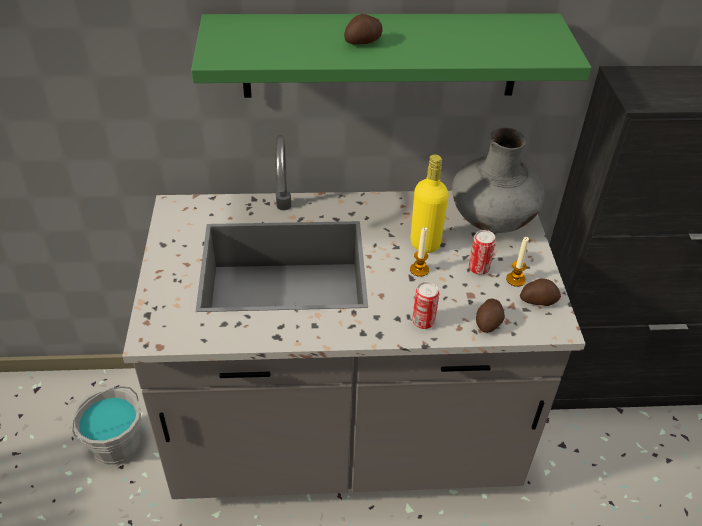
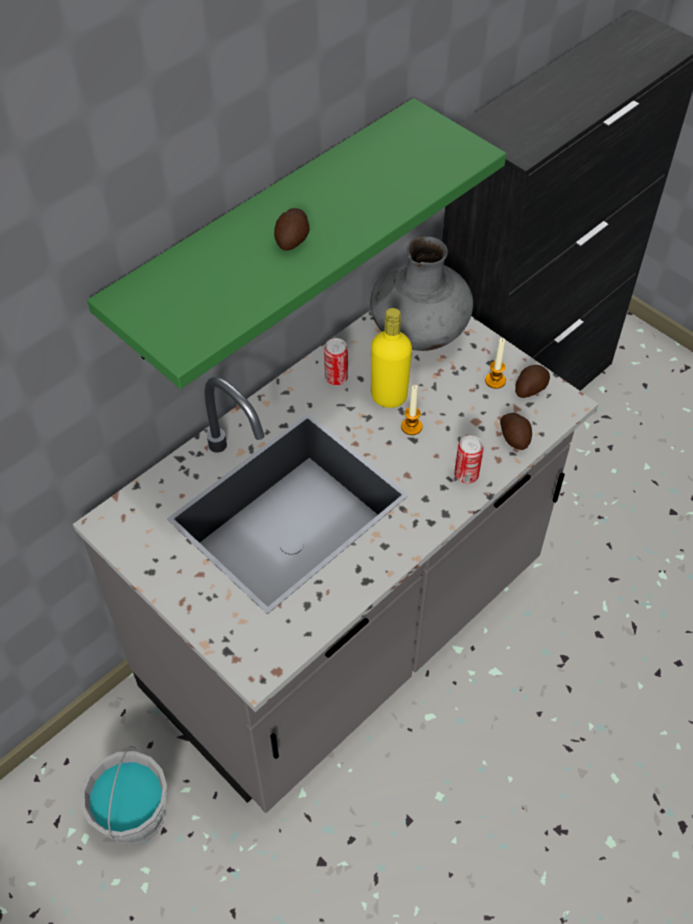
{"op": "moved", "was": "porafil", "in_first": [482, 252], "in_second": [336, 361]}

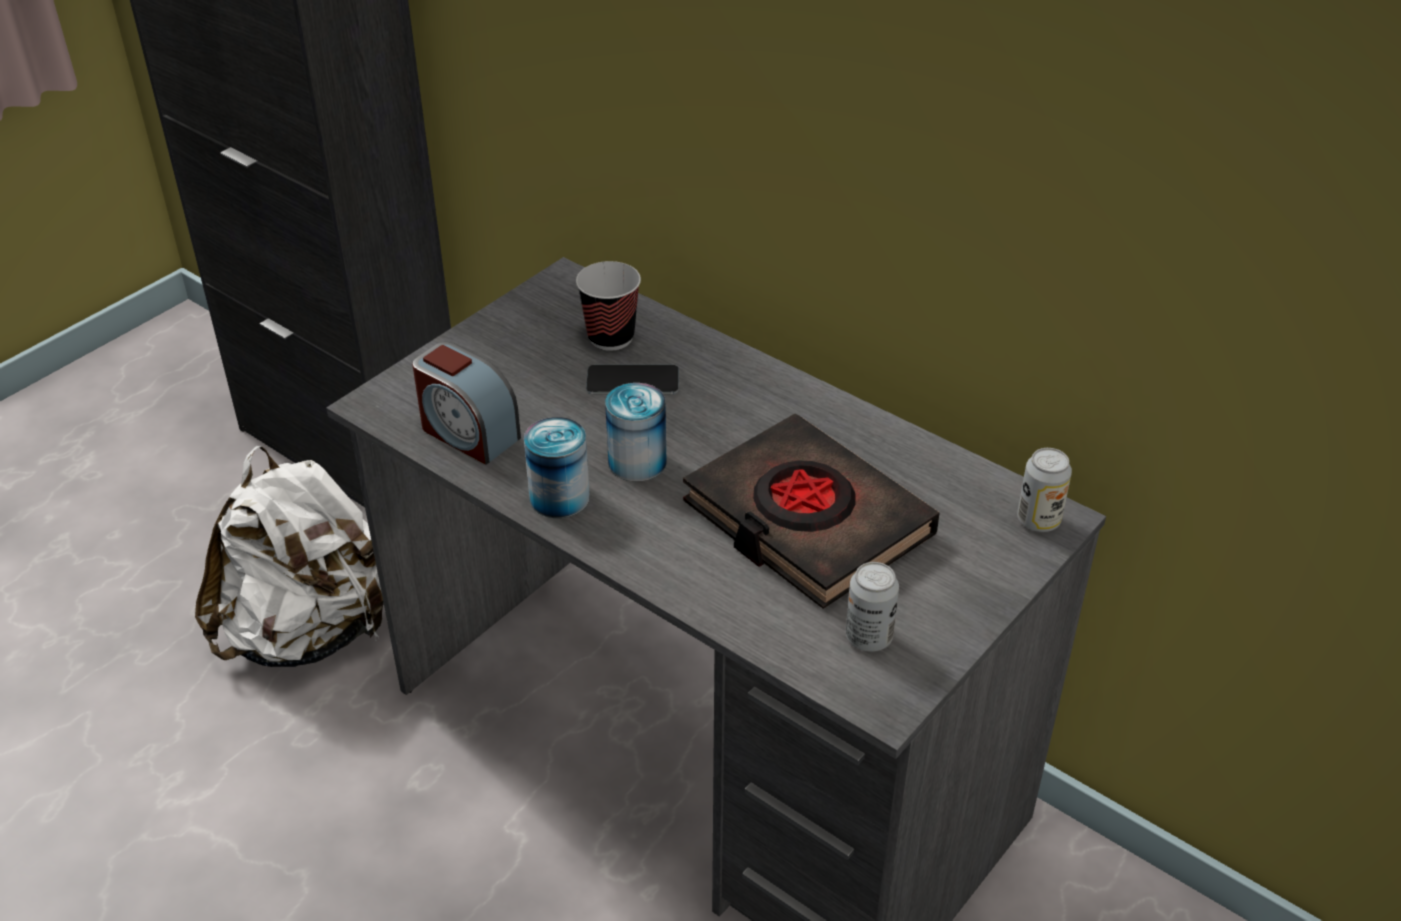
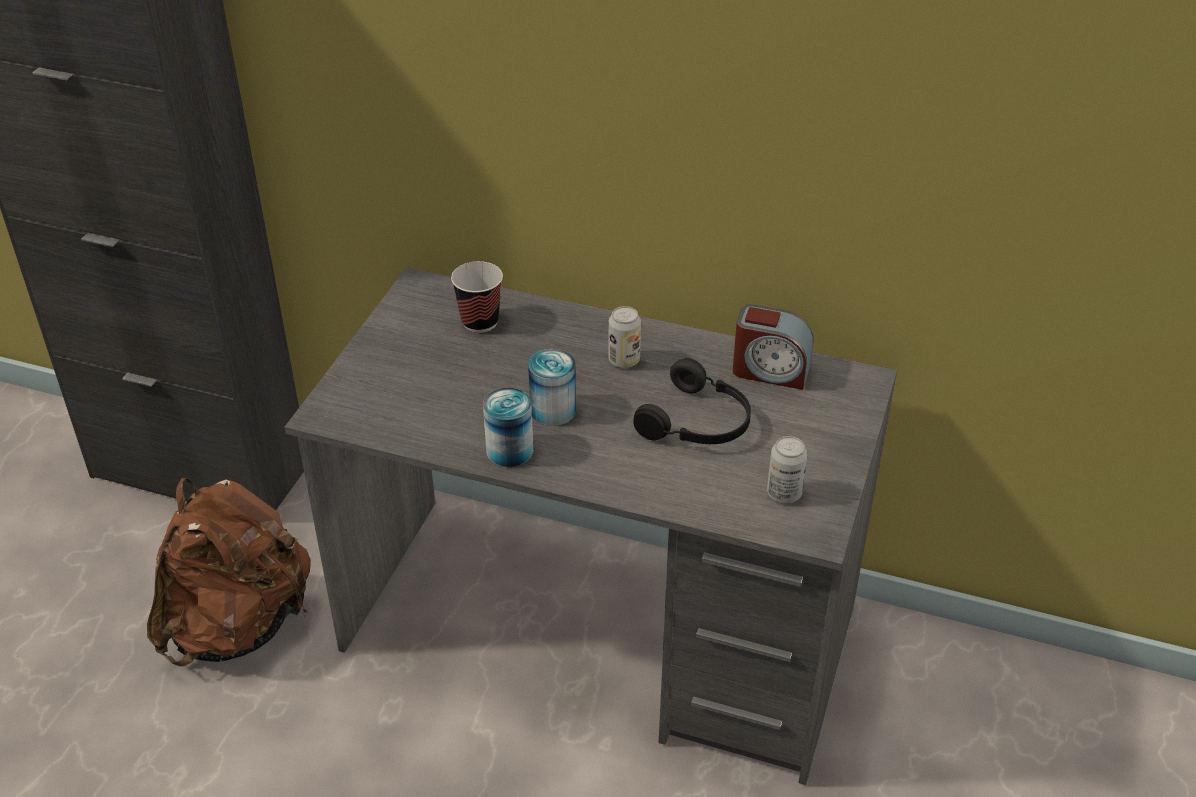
{"op": "removed", "was": "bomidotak", "in_first": [632, 379]}
{"op": "moved", "was": "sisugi", "in_first": [466, 403], "in_second": [773, 347]}
{"op": "moved", "was": "porafil", "in_first": [1044, 490], "in_second": [624, 337]}
{"op": "replaced", "was": "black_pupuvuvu", "now": "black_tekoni", "in_first": [811, 511], "in_second": [692, 401]}
{"op": "recoloured", "was": "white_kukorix", "now": "brown_kukorix", "in_first": [289, 556], "in_second": [229, 572]}

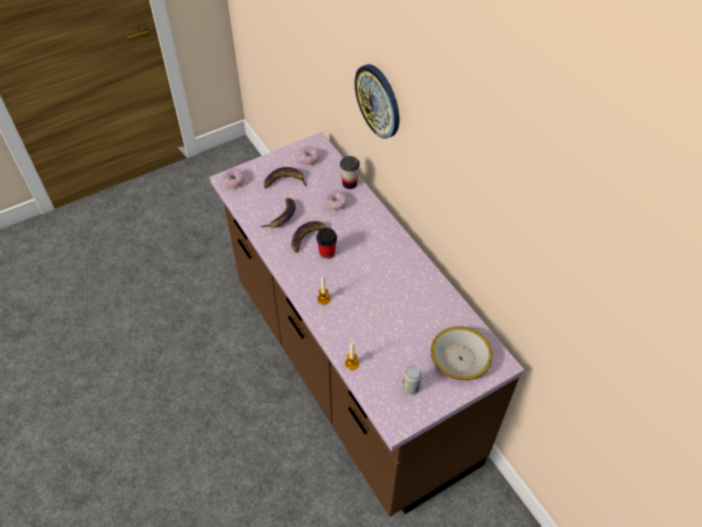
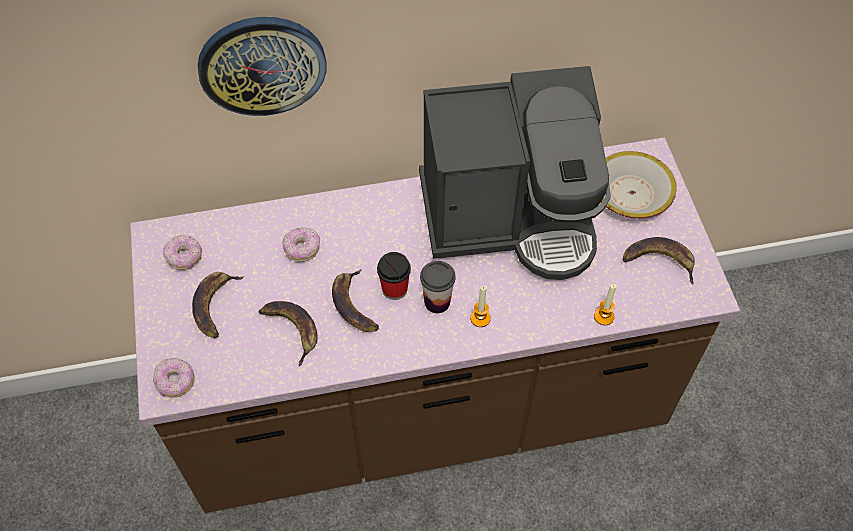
{"op": "added", "now": "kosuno", "in_second": [515, 173]}
{"op": "moved", "was": "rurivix", "in_first": [350, 172], "in_second": [438, 287]}
{"op": "replaced", "was": "porafil", "now": "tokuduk", "in_first": [412, 380], "in_second": [658, 261]}

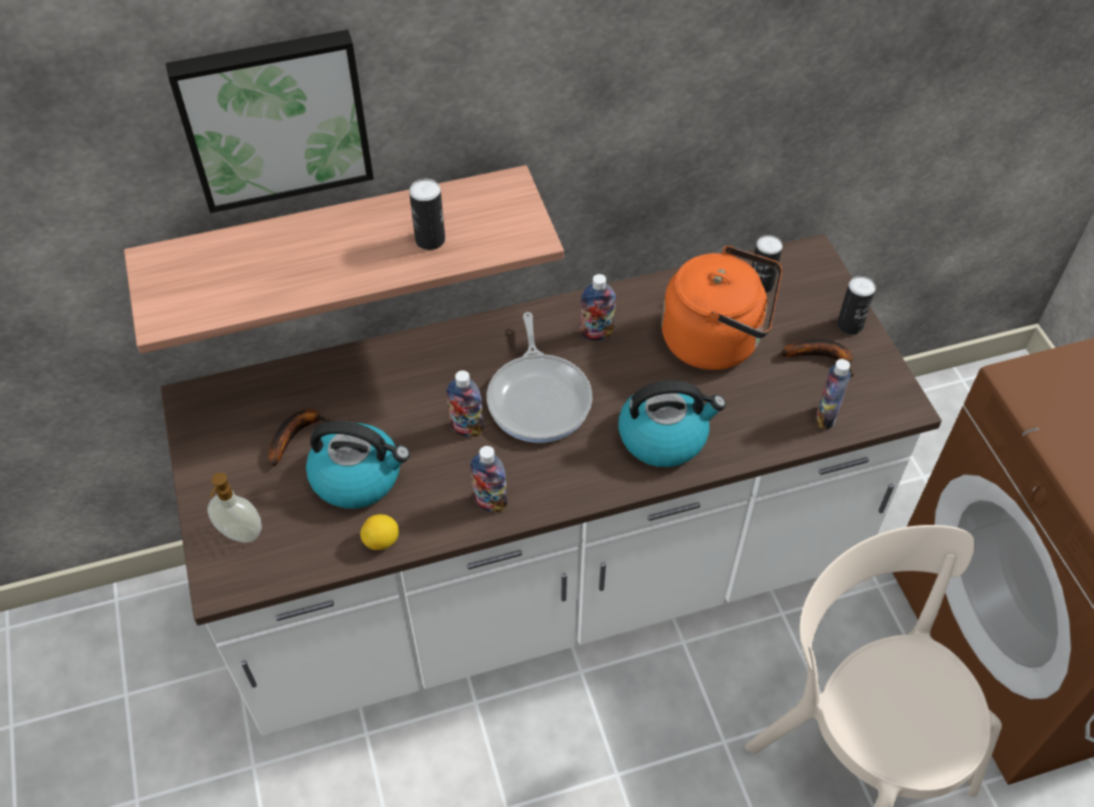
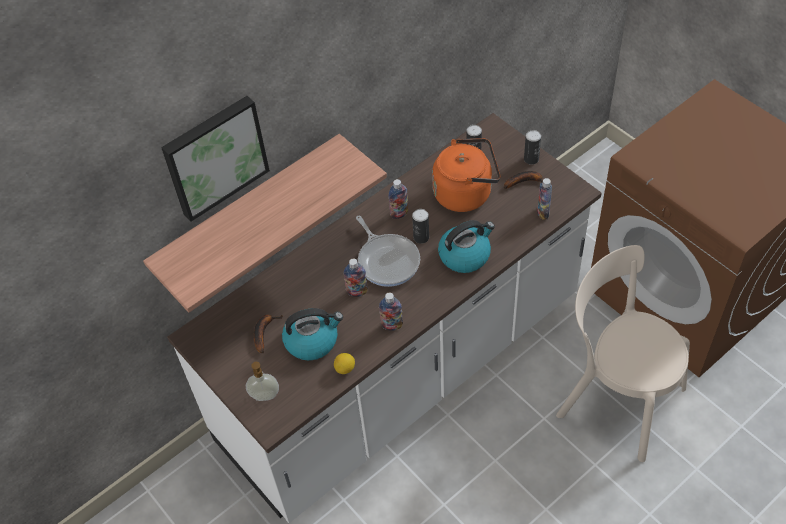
{"op": "moved", "was": "porafil", "in_first": [427, 214], "in_second": [420, 226]}

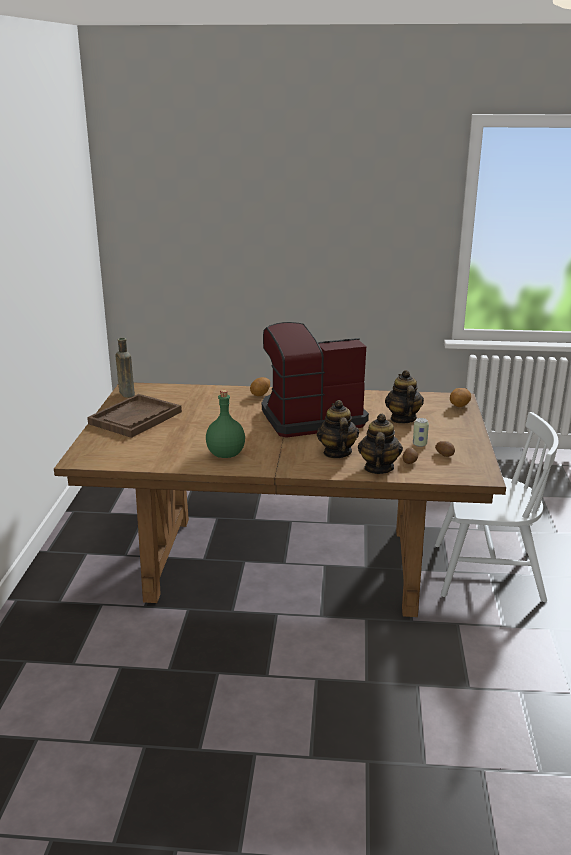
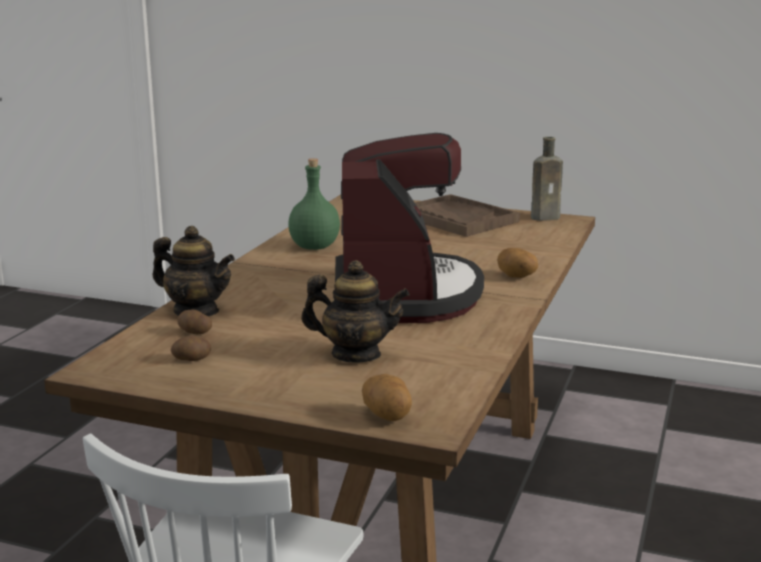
{"op": "removed", "was": "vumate", "in_first": [338, 429]}
{"op": "removed", "was": "porafil", "in_first": [421, 432]}

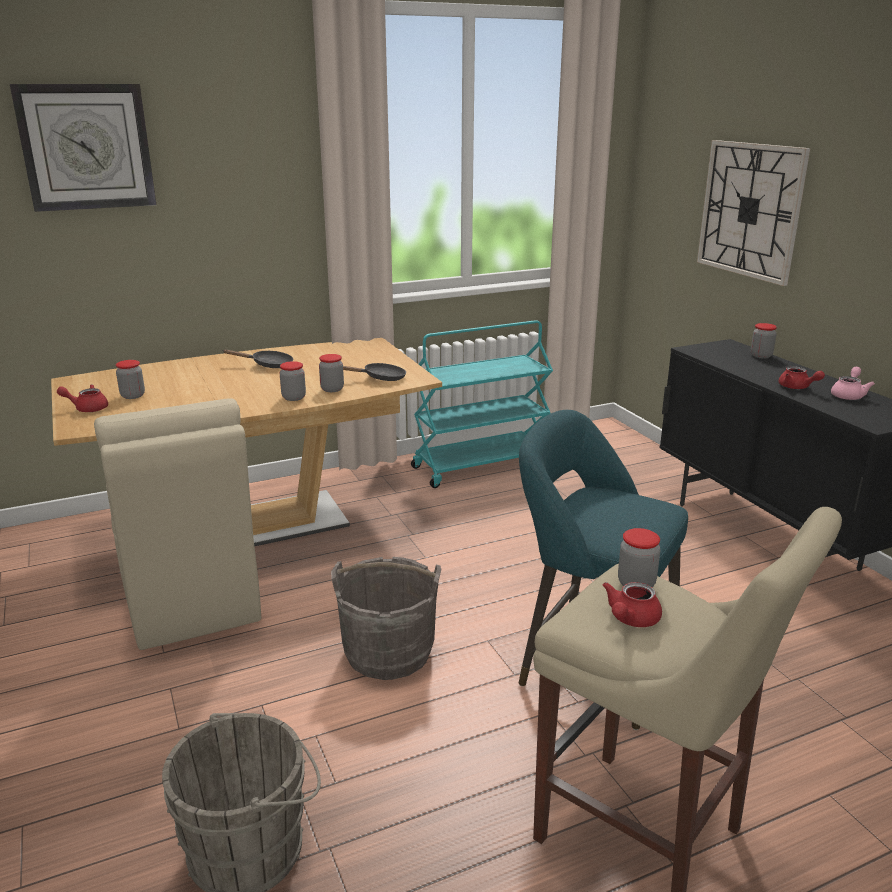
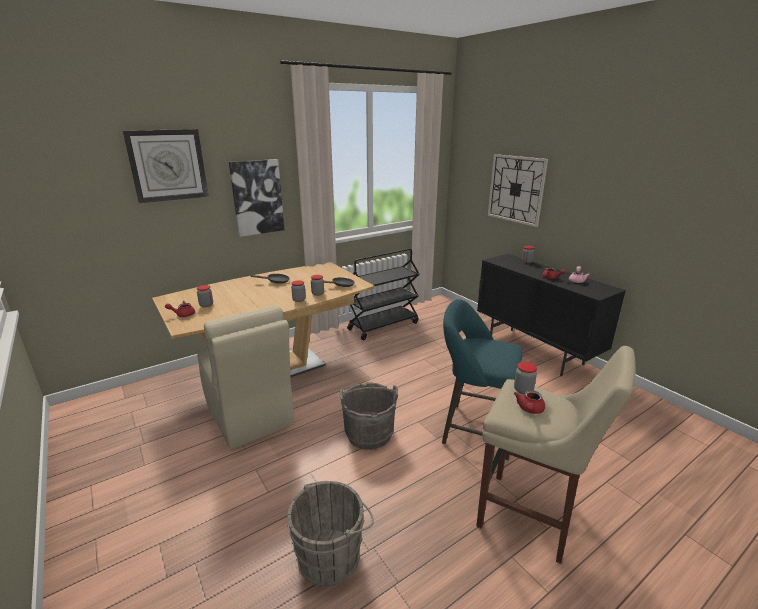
{"op": "added", "now": "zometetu", "in_second": [256, 198]}
{"op": "recoloured", "was": "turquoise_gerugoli", "now": "black_gerugoli", "in_first": [482, 404], "in_second": [383, 294]}

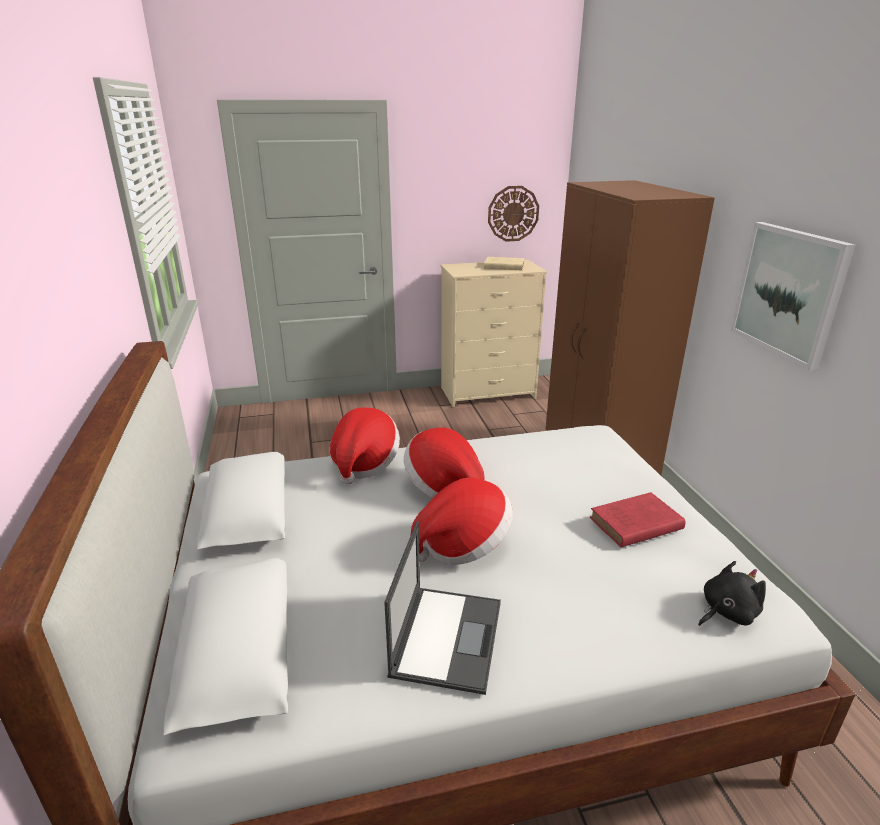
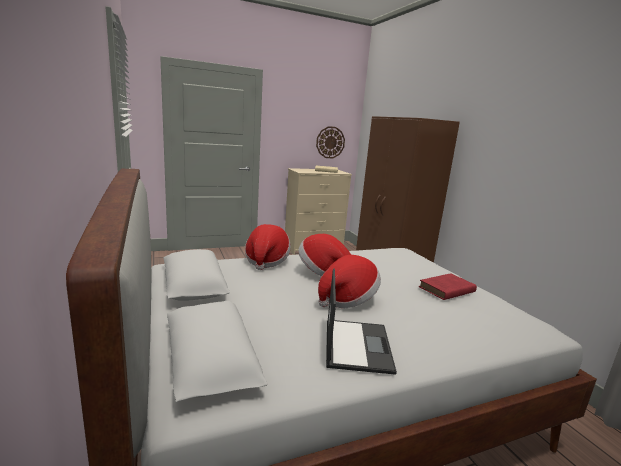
{"op": "removed", "was": "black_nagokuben", "in_first": [732, 593]}
{"op": "removed", "was": "zometetu", "in_first": [792, 296]}

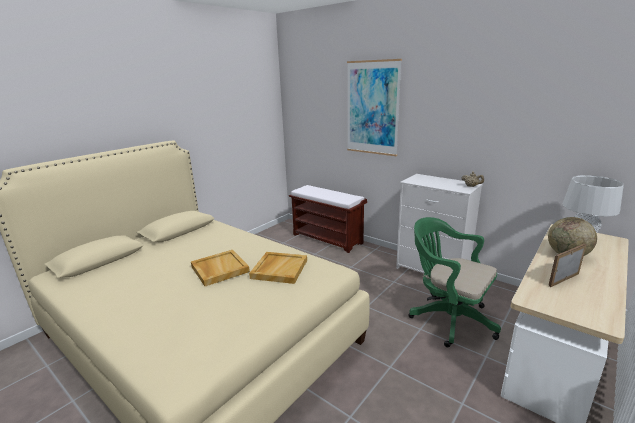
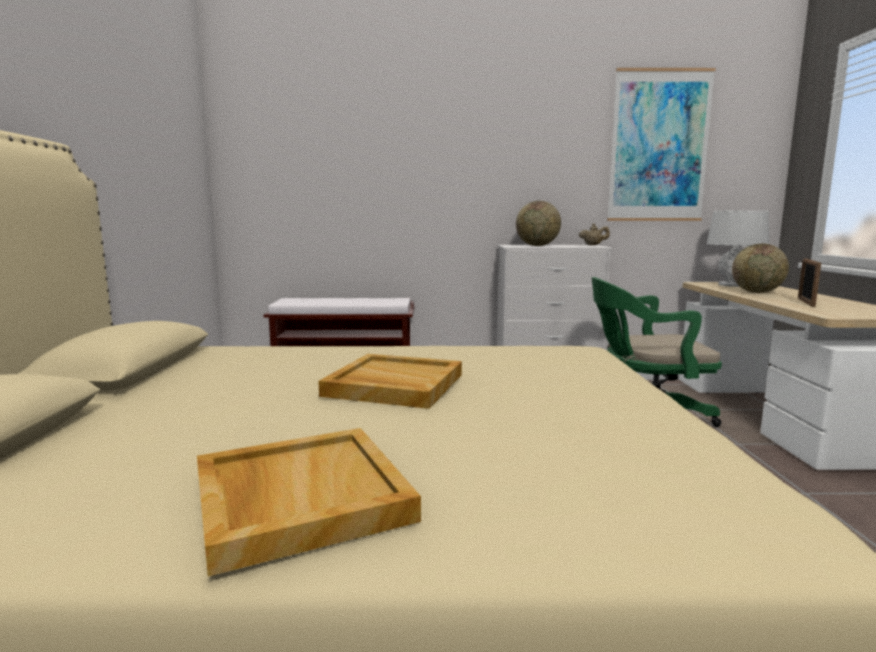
{"op": "added", "now": "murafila", "in_second": [538, 223]}
{"op": "moved", "was": "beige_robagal", "in_first": [278, 268], "in_second": [309, 502]}
{"op": "moved", "was": "zometetu", "in_first": [374, 107], "in_second": [661, 144]}

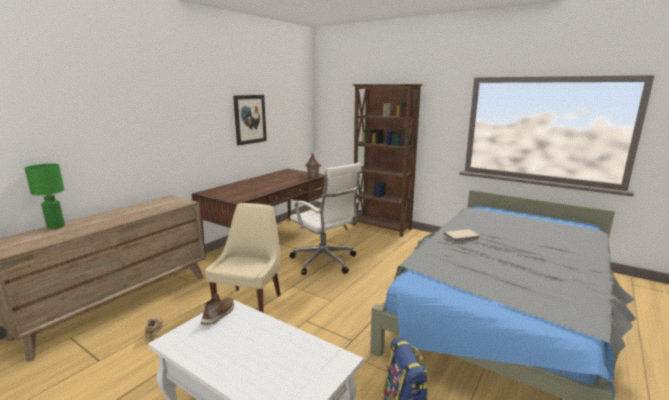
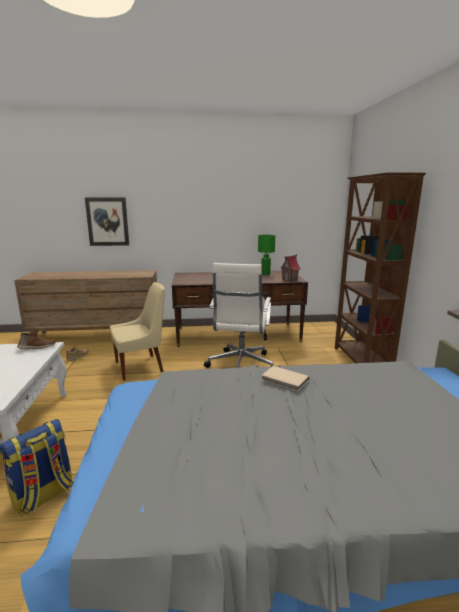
{"op": "moved", "was": "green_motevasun", "in_first": [44, 196], "in_second": [266, 255]}
{"op": "moved", "was": "zometetu", "in_first": [250, 120], "in_second": [107, 222]}

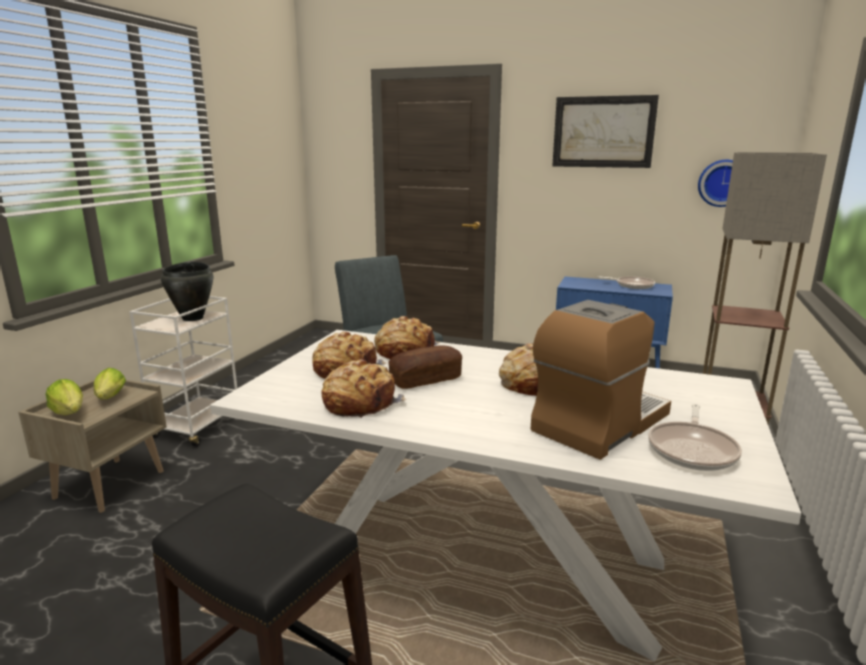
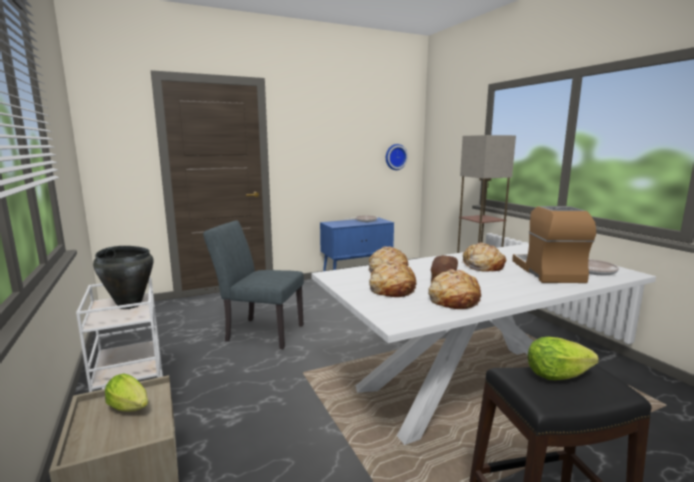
{"op": "removed", "was": "zometetu", "in_first": [605, 131]}
{"op": "moved", "was": "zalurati", "in_first": [64, 397], "in_second": [563, 358]}

